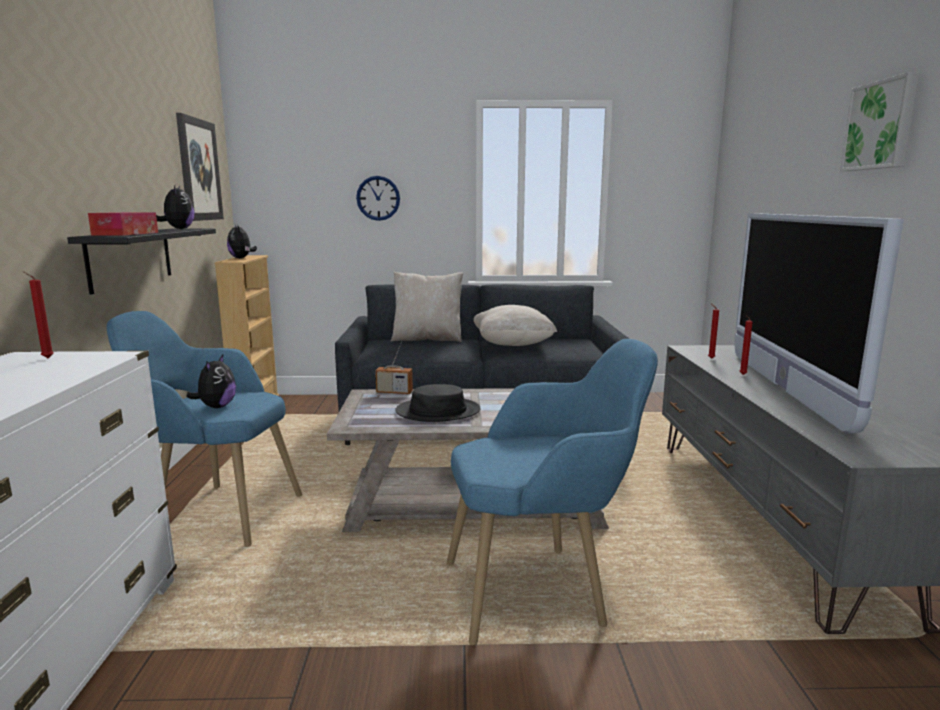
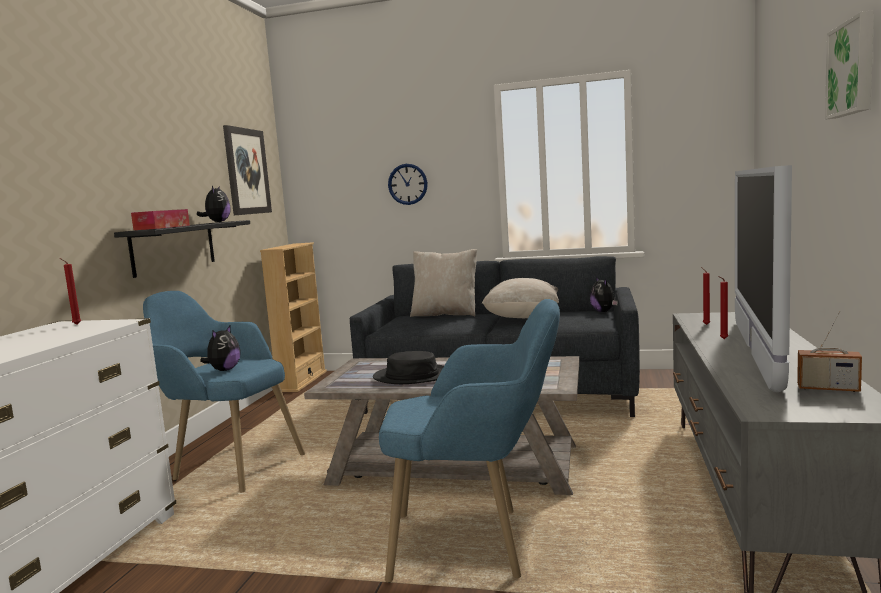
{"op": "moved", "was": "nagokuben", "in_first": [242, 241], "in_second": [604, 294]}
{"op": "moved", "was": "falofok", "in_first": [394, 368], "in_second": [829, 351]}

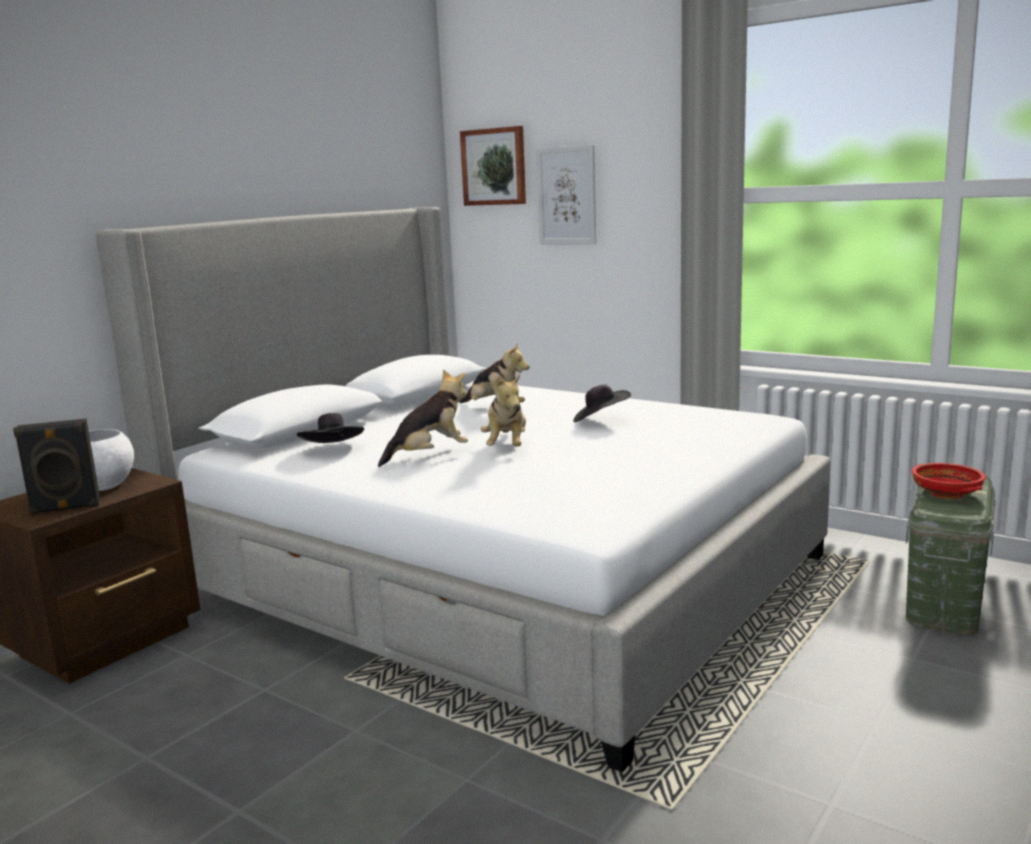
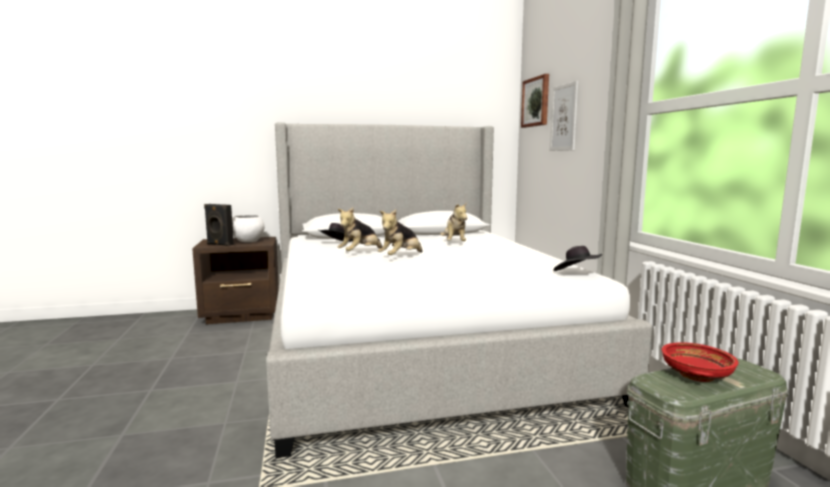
{"op": "moved", "was": "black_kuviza", "in_first": [602, 403], "in_second": [578, 258]}
{"op": "turned", "was": "nagokuben", "in_first": [423, 418], "in_second": [360, 229], "clockwise": 120}

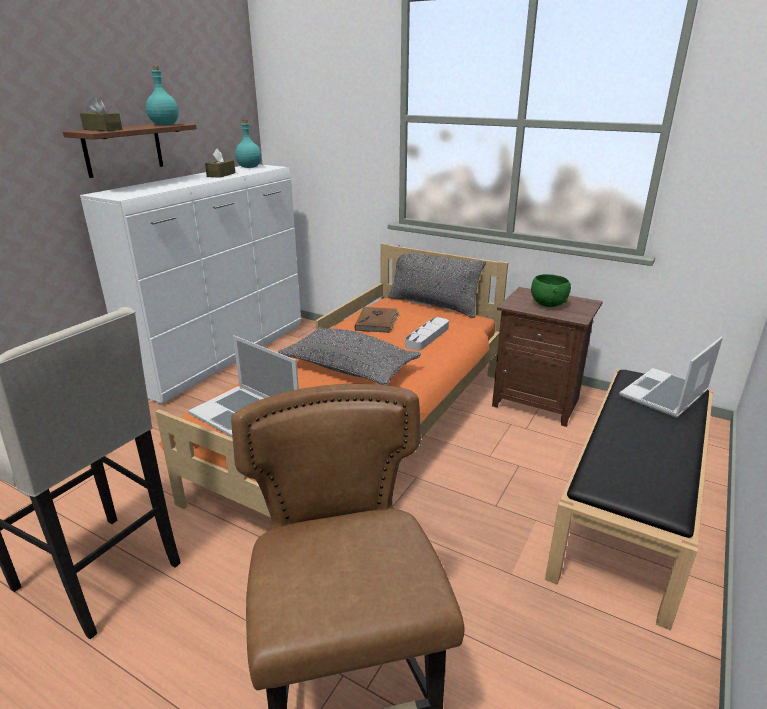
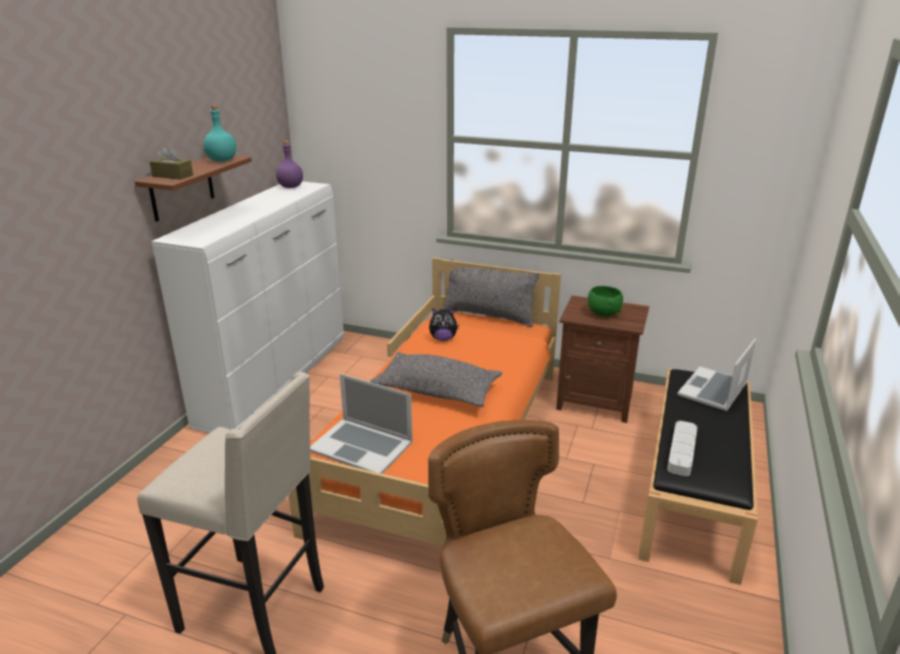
{"op": "removed", "was": "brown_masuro", "in_first": [220, 163]}
{"op": "moved", "was": "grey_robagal", "in_first": [427, 334], "in_second": [682, 448]}
{"op": "replaced", "was": "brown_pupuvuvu", "now": "nagokuben", "in_first": [377, 320], "in_second": [444, 324]}
{"op": "recoloured", "was": "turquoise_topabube", "now": "purple_topabube", "in_first": [248, 144], "in_second": [289, 164]}

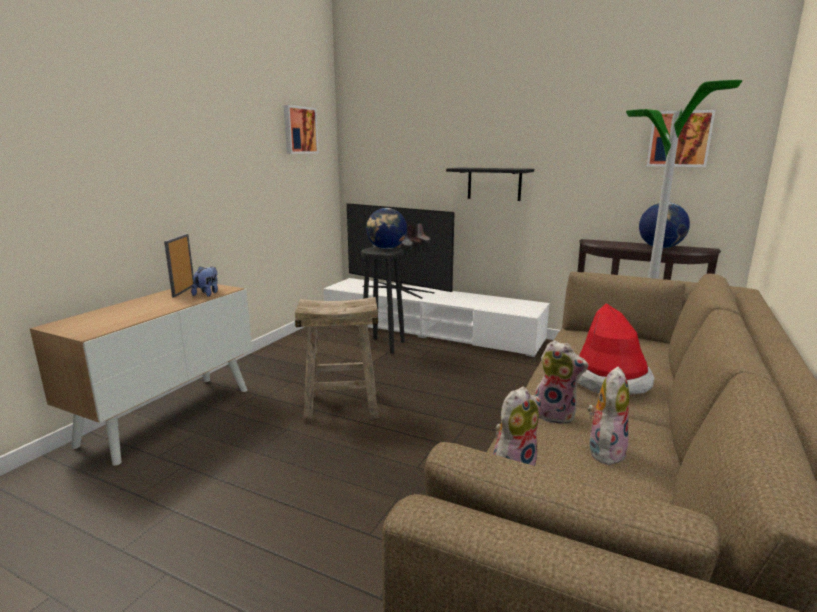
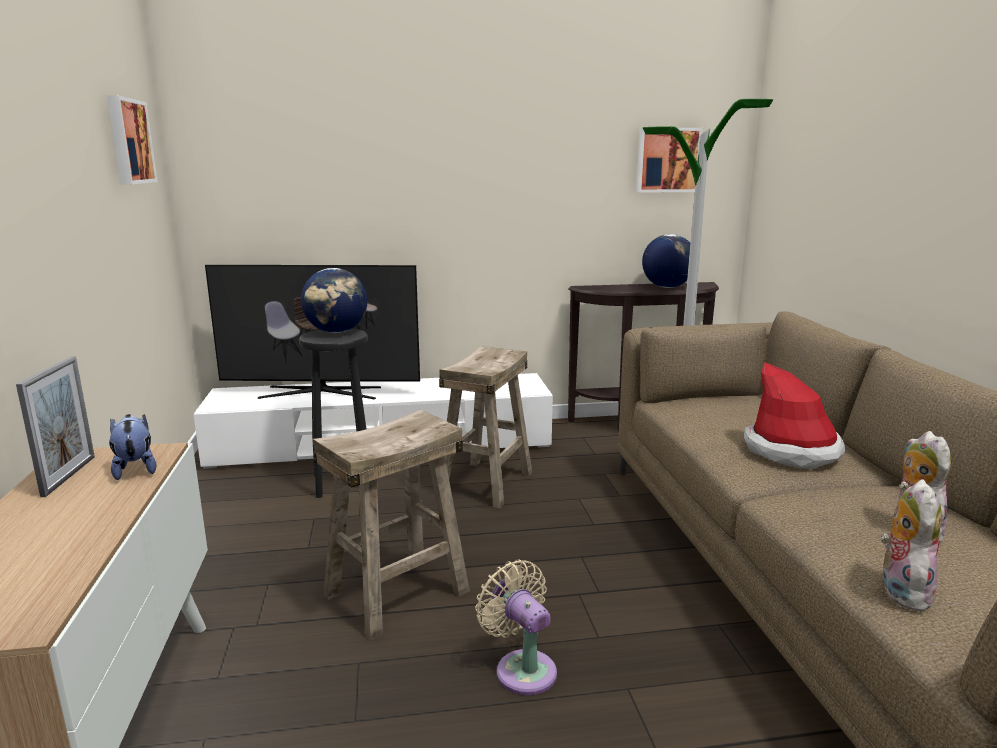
{"op": "removed", "was": "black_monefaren", "in_first": [490, 184]}
{"op": "removed", "was": "nagokuben", "in_first": [561, 382]}
{"op": "added", "now": "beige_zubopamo", "in_second": [485, 427]}
{"op": "added", "now": "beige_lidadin", "in_second": [516, 627]}
{"op": "turned", "was": "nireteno", "in_first": [179, 265], "in_second": [55, 426], "clockwise": -150}

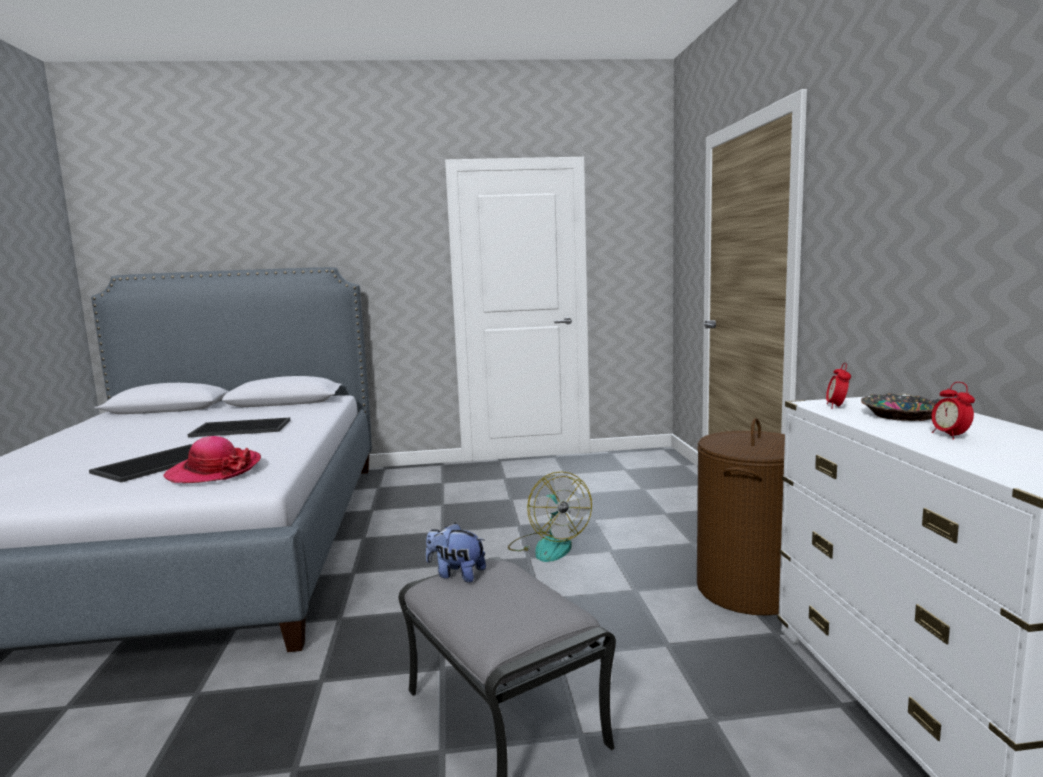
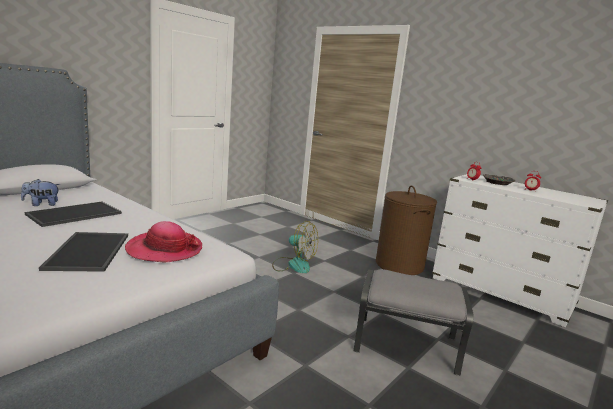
{"op": "moved", "was": "nagokuben", "in_first": [456, 552], "in_second": [40, 192]}

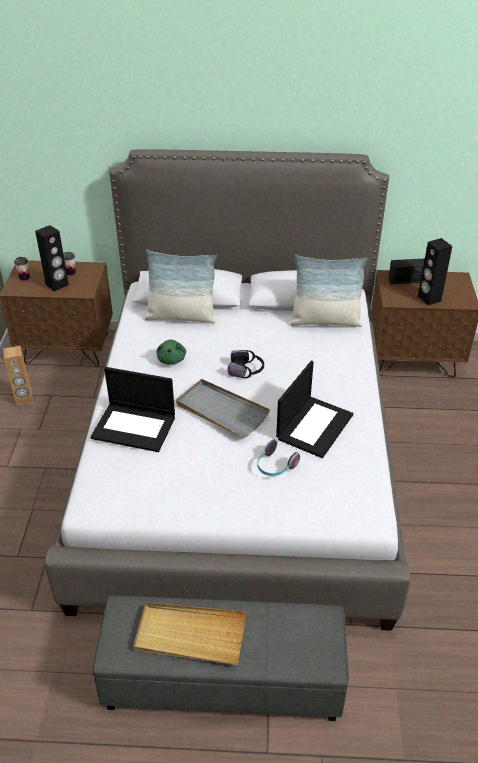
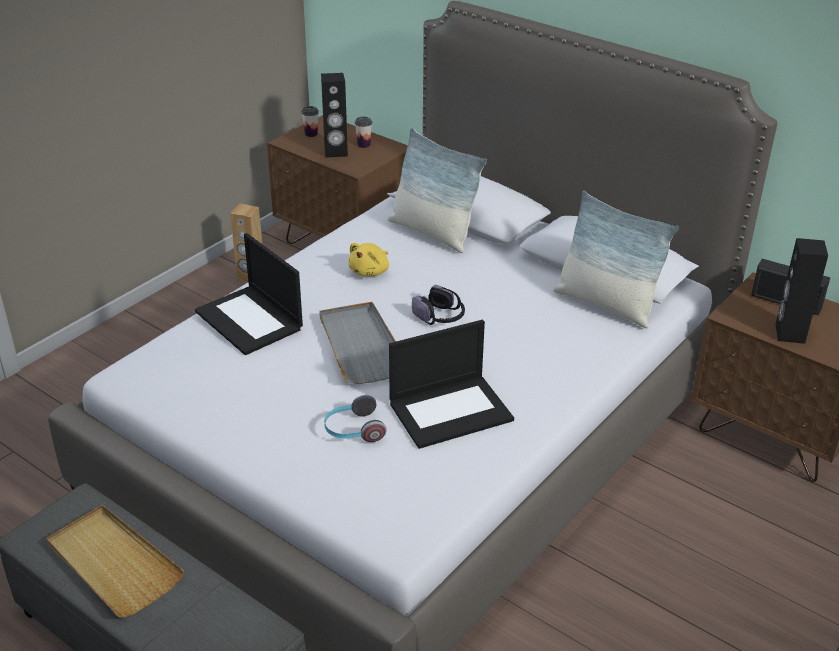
{"op": "recoloured", "was": "green_nagokuben", "now": "yellow_nagokuben", "in_first": [171, 352], "in_second": [368, 259]}

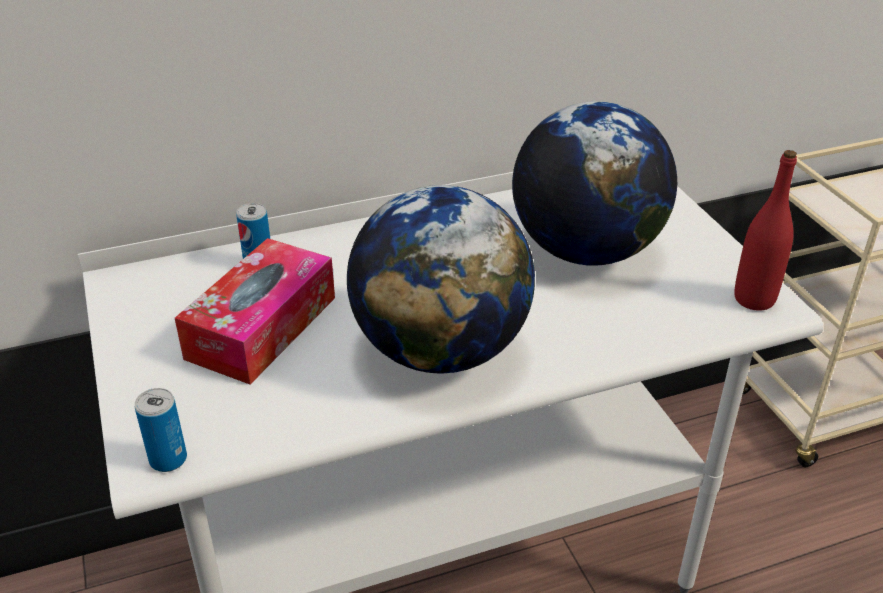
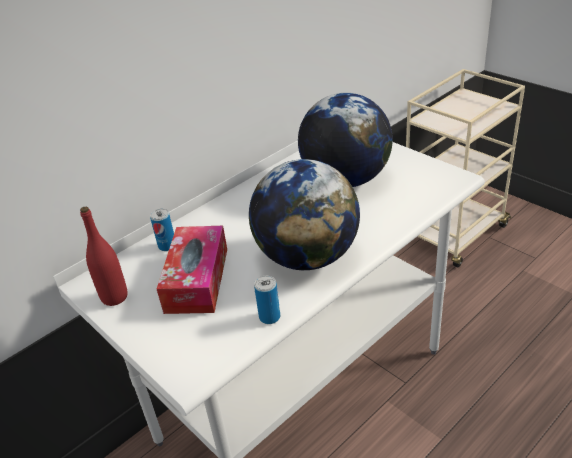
{"op": "moved", "was": "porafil", "in_first": [161, 430], "in_second": [267, 300]}
{"op": "moved", "was": "red_topabube", "in_first": [765, 230], "in_second": [104, 256]}

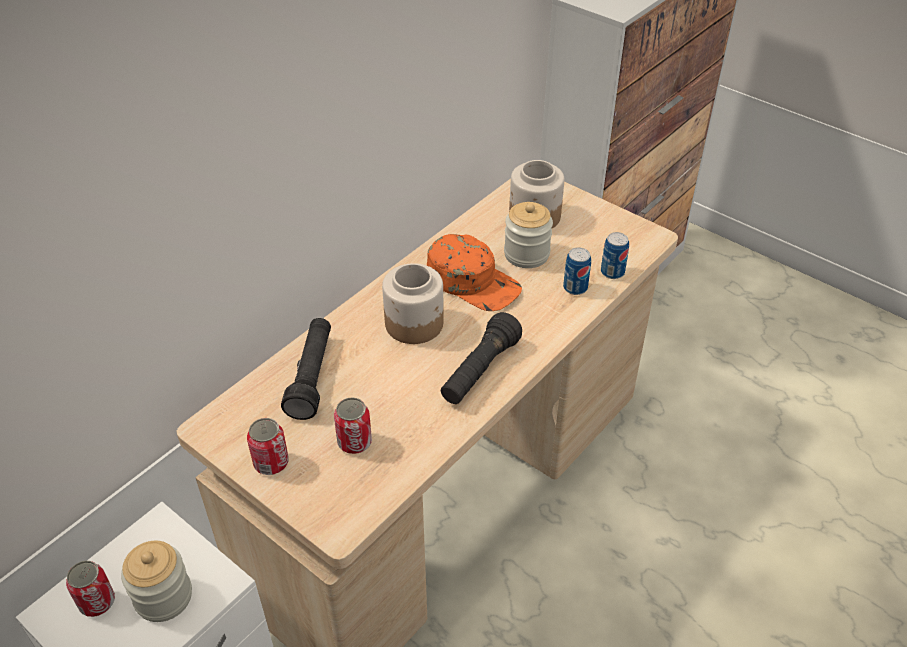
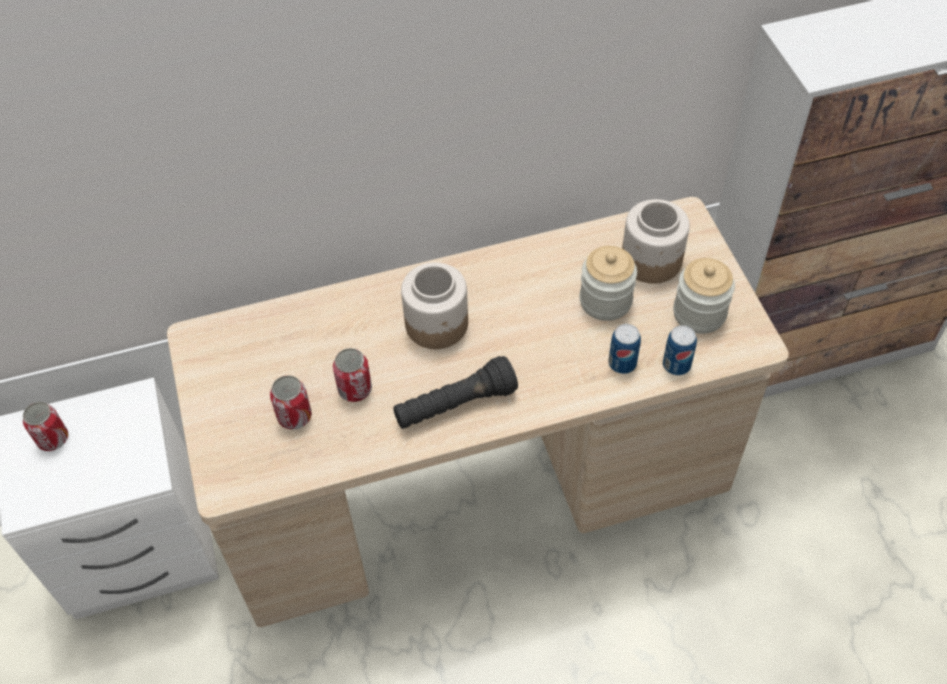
{"op": "removed", "was": "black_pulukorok", "in_first": [306, 369]}
{"op": "removed", "was": "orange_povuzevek", "in_first": [474, 272]}
{"op": "moved", "was": "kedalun", "in_first": [156, 581], "in_second": [704, 296]}
{"op": "moved", "was": "porafil", "in_first": [268, 446], "in_second": [352, 375]}

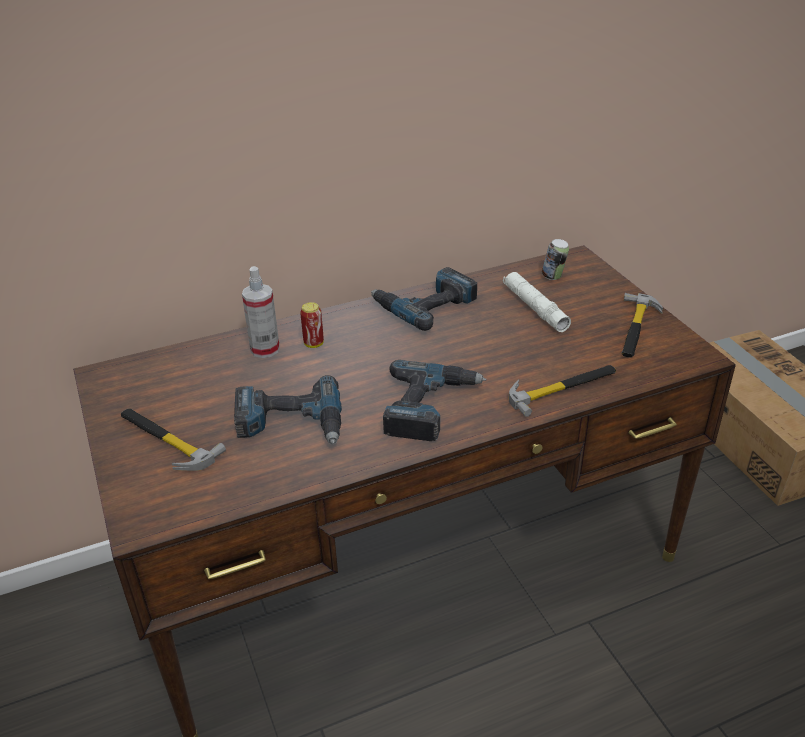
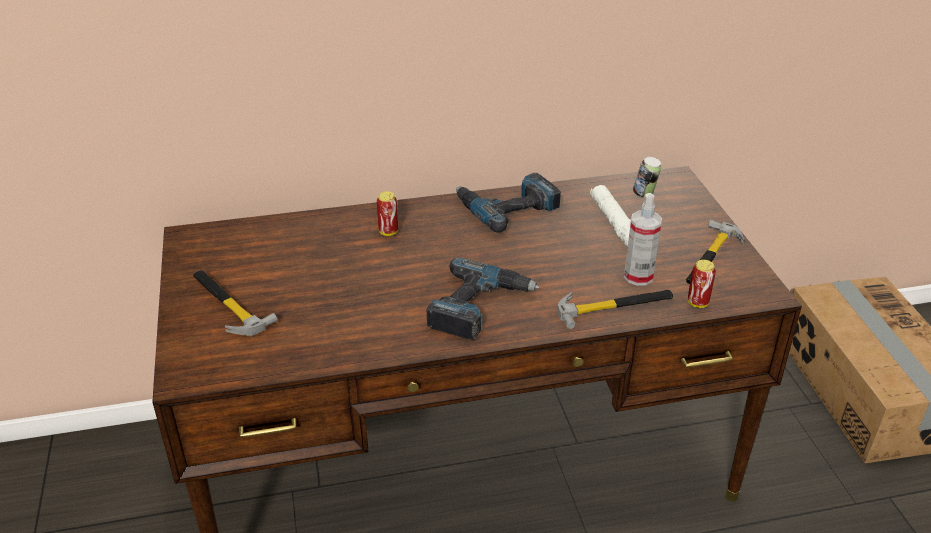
{"op": "removed", "was": "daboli", "in_first": [288, 410]}
{"op": "added", "now": "porafil", "in_second": [702, 284]}
{"op": "moved", "was": "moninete", "in_first": [261, 312], "in_second": [643, 239]}

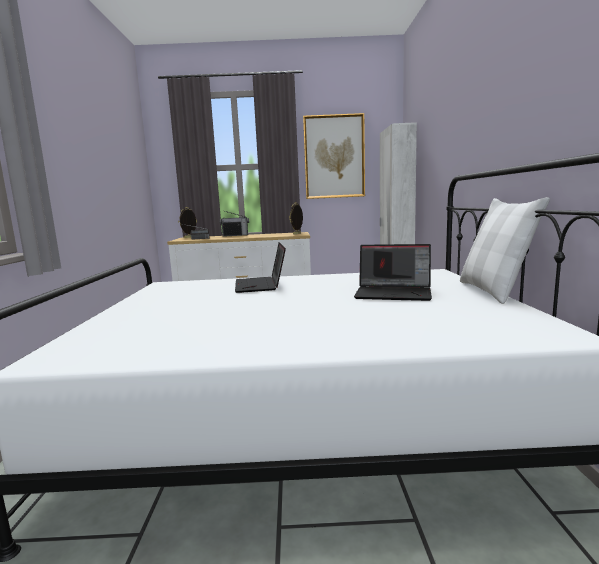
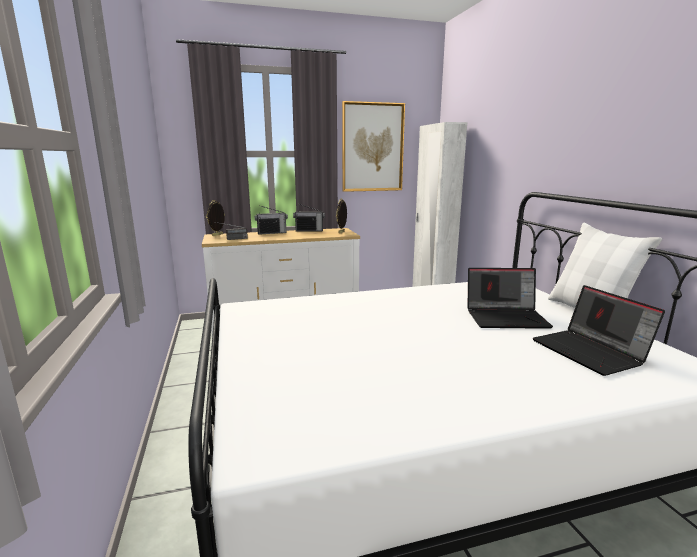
{"op": "added", "now": "falofok", "in_second": [309, 217]}
{"op": "moved", "was": "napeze", "in_first": [260, 267], "in_second": [598, 330]}

